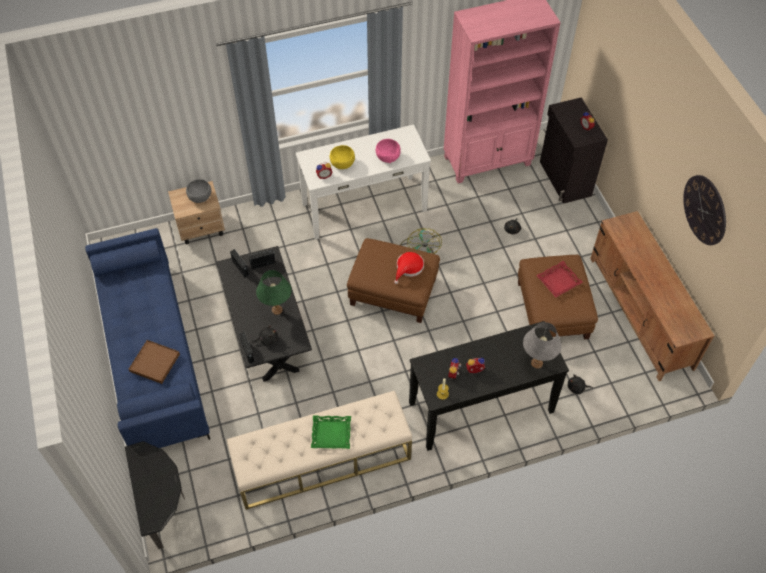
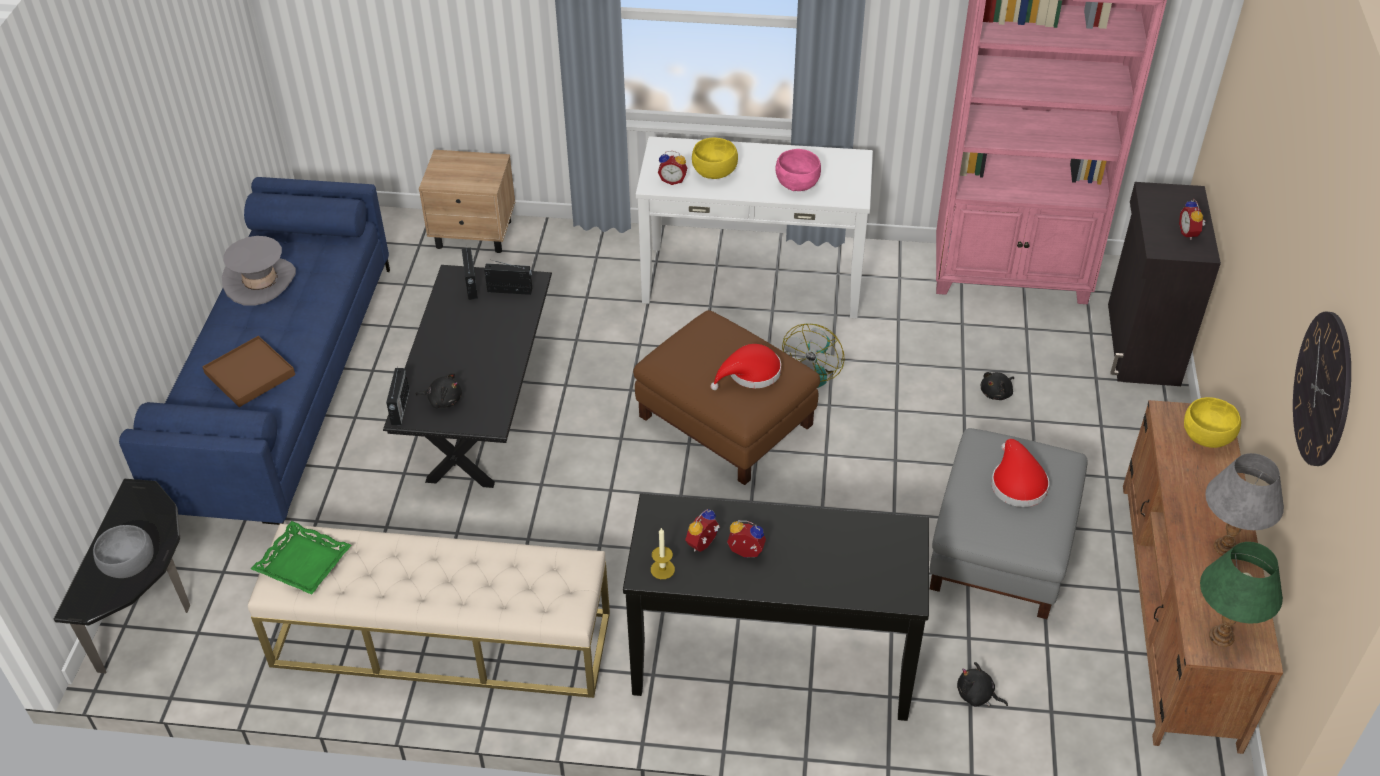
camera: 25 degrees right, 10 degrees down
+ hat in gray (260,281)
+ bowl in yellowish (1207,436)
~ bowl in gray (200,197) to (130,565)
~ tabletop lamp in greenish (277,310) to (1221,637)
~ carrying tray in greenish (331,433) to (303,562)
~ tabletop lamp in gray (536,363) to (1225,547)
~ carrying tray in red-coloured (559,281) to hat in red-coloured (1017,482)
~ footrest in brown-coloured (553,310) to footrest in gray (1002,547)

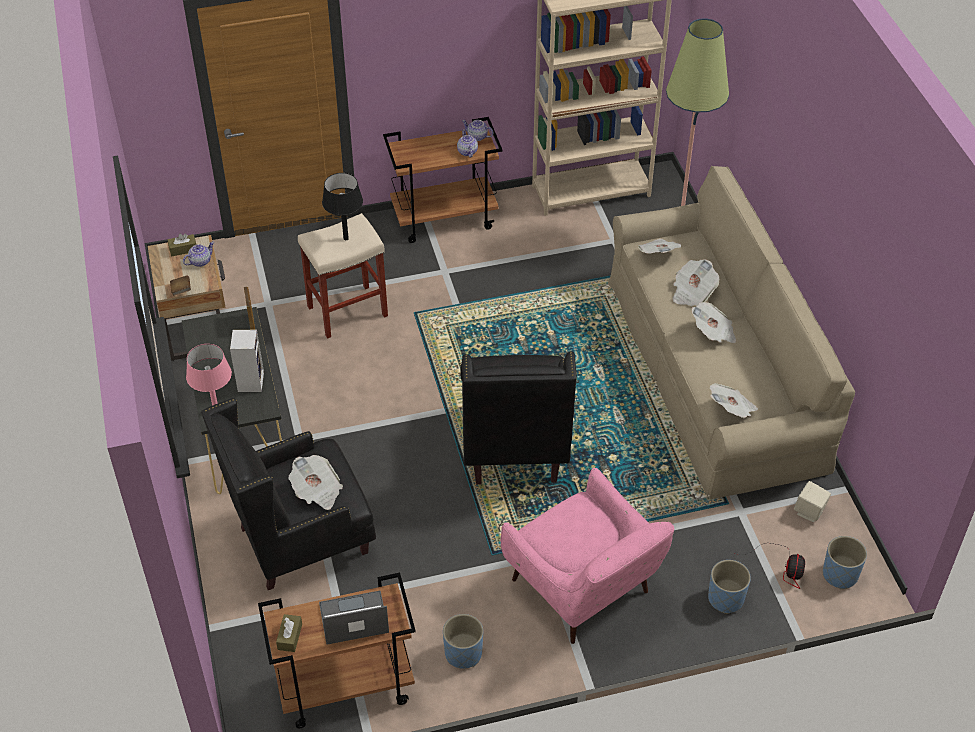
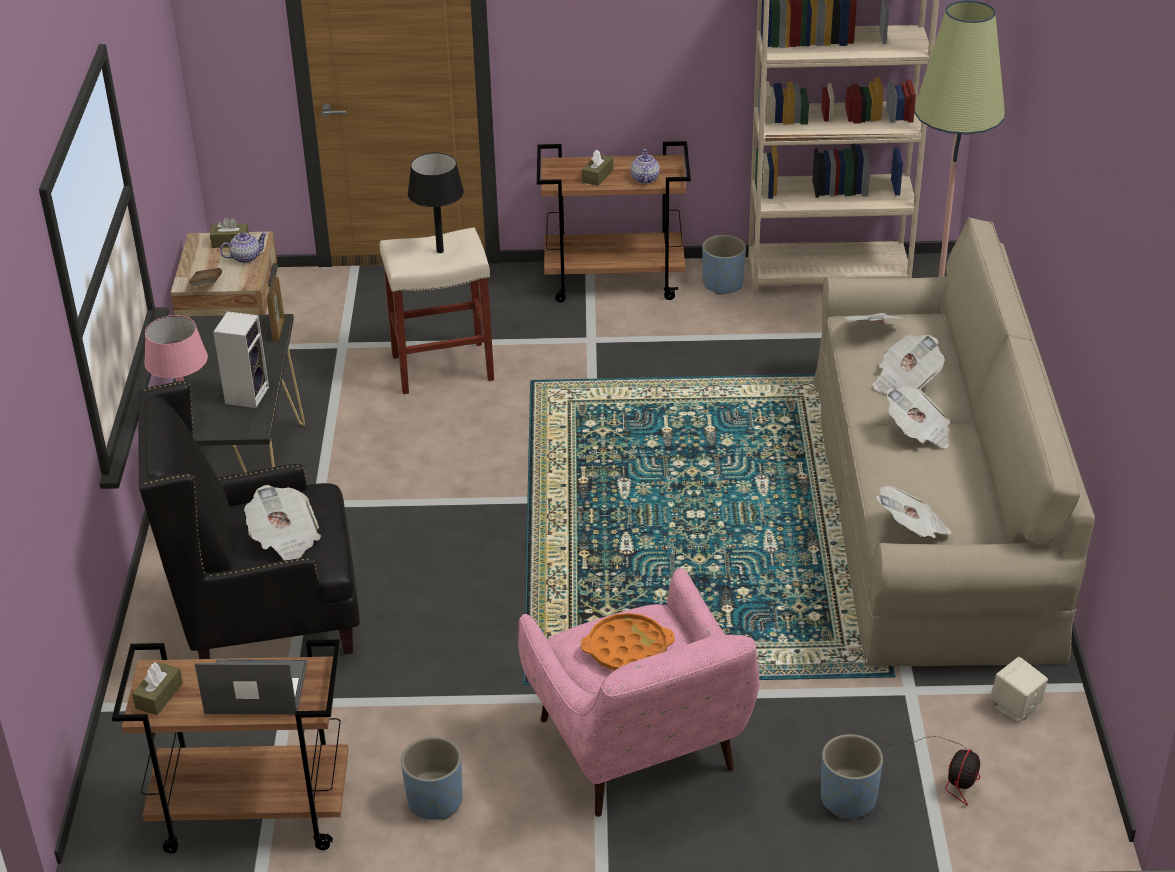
camera: 15 degrees right, 10 degrees down
- lounge chair in blackish (514,447)
- tea pot (477,137)
+ carrying tray in orangey (627,649)
+ tissue holder in brown-coloured (597,176)
~ flower pot in blue (840,574) to (723,284)

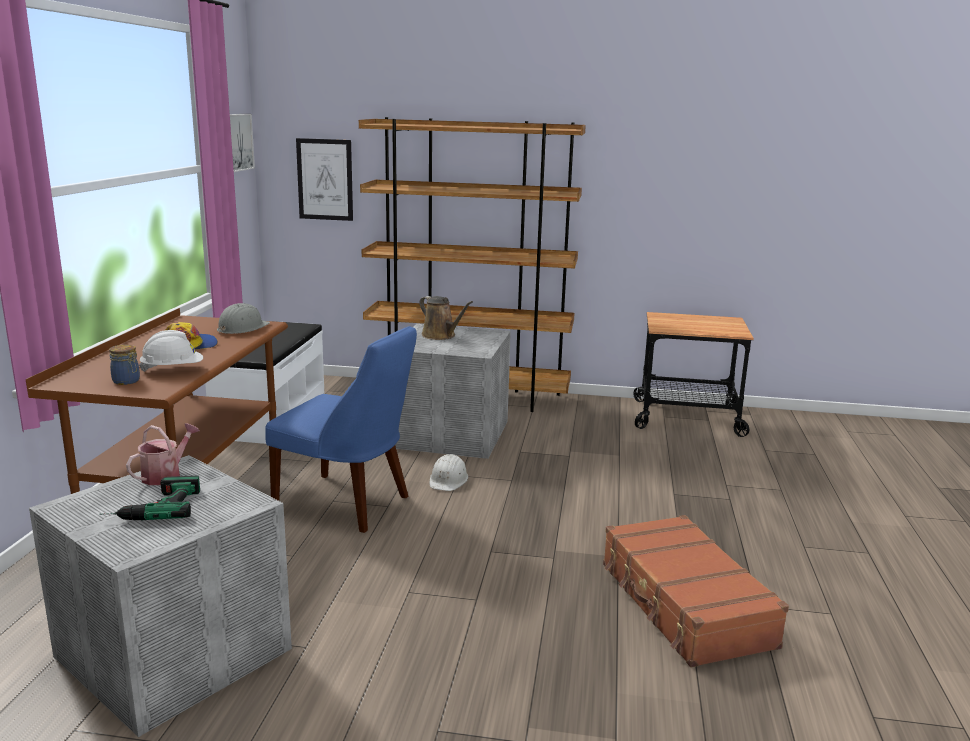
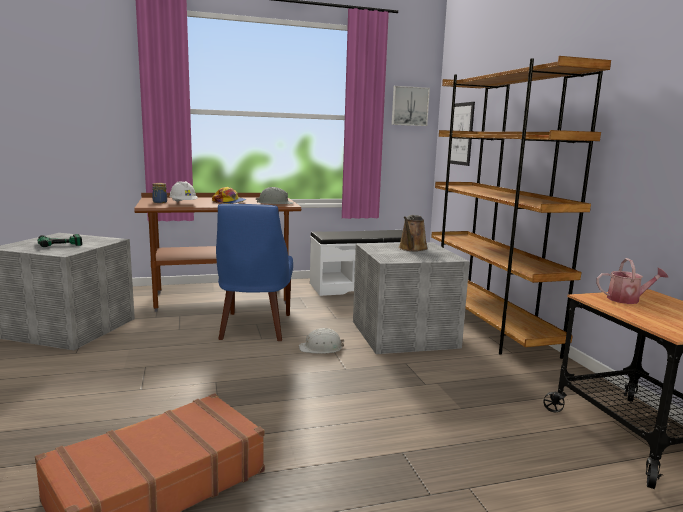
camera: 65 degrees right, 5 degrees down
~ watering can (165,475) to (627,299)

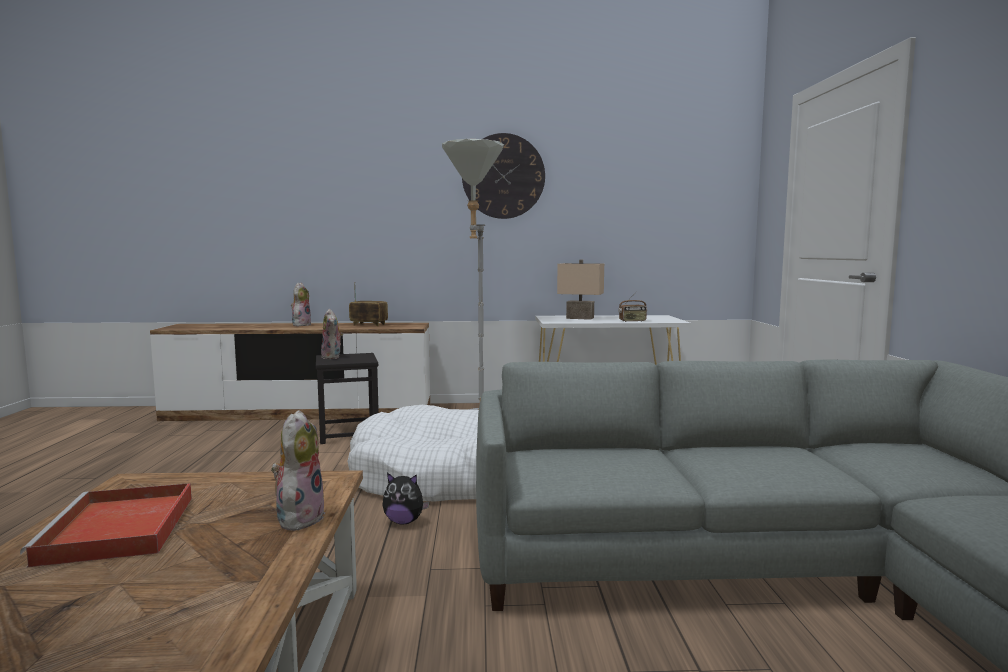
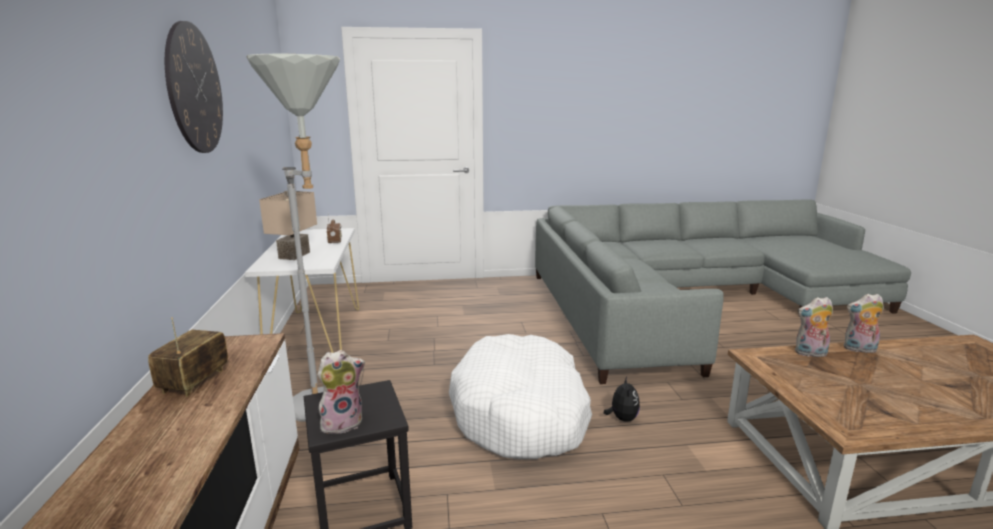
camera: 95 degrees left, 10 degrees up
- carrying tray in red-coloured (118,530)
~ cuddly toy (301,325) to (859,349)

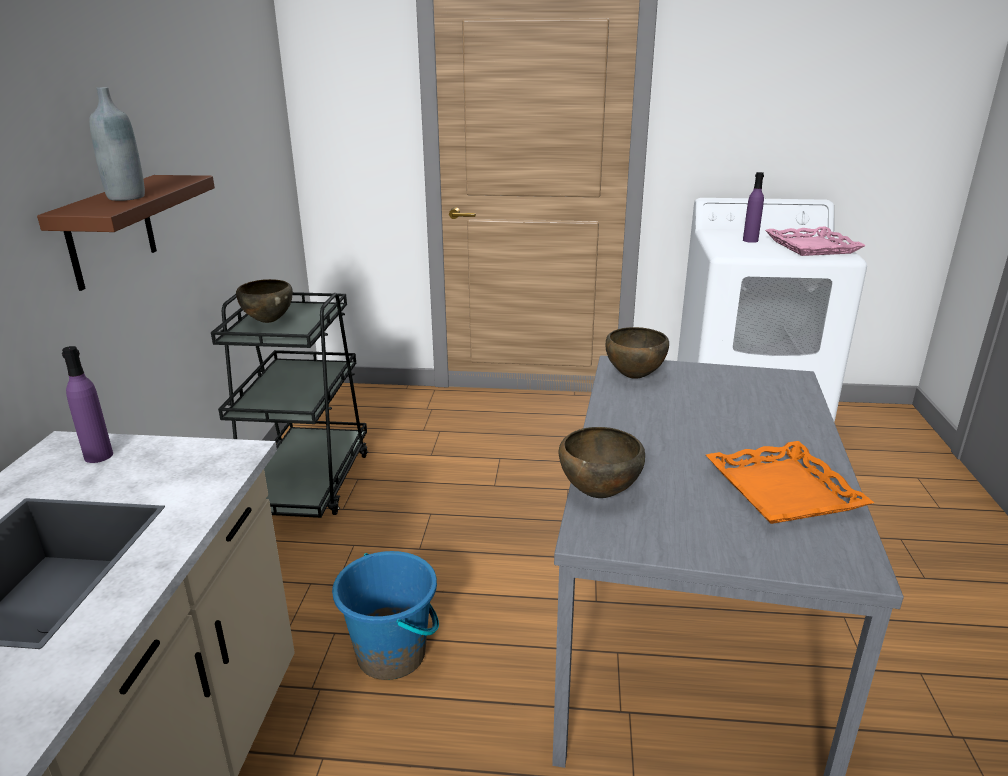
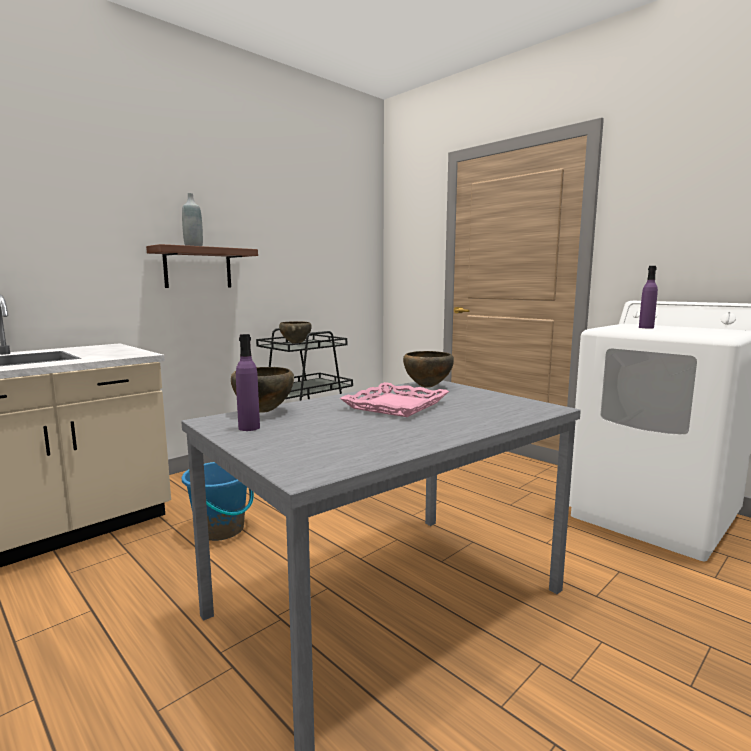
camera: 40 degrees right, 15 degrees down
- carrying tray in orangey (781,491)
~ bottle in purple-coloured (98,456) to (249,428)
~ carrying tray in pink (811,247) to (395,405)

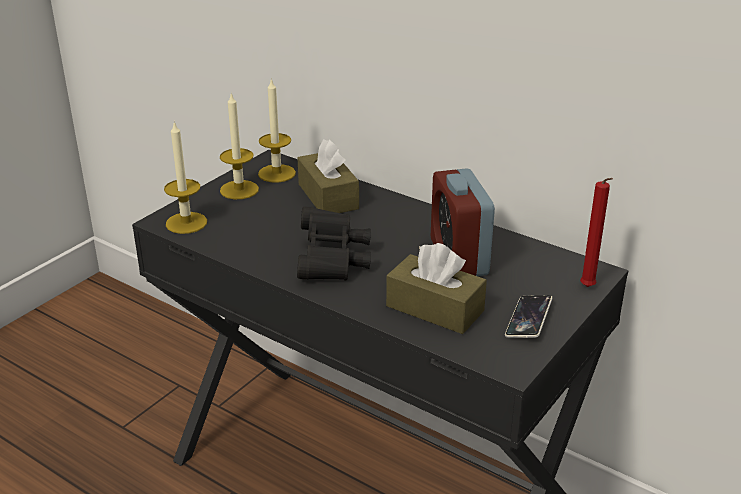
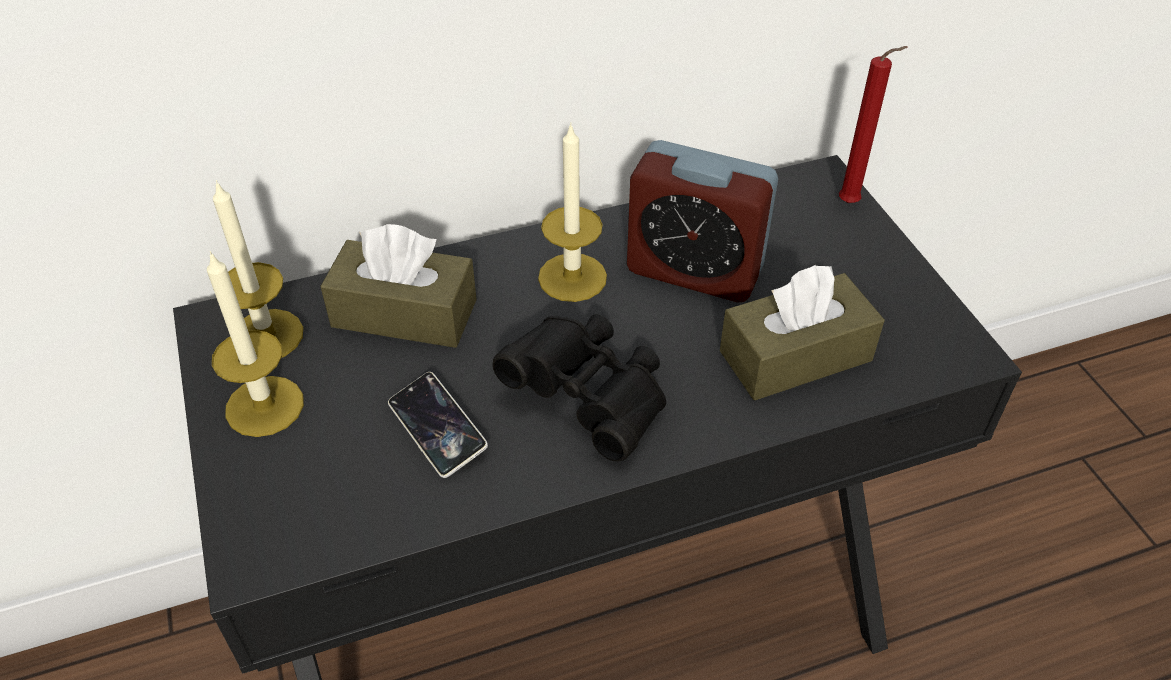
camera: 55 degrees left, 15 degrees up
~ wax candle (186,223) to (572,277)
~ phone (528,320) to (437,428)

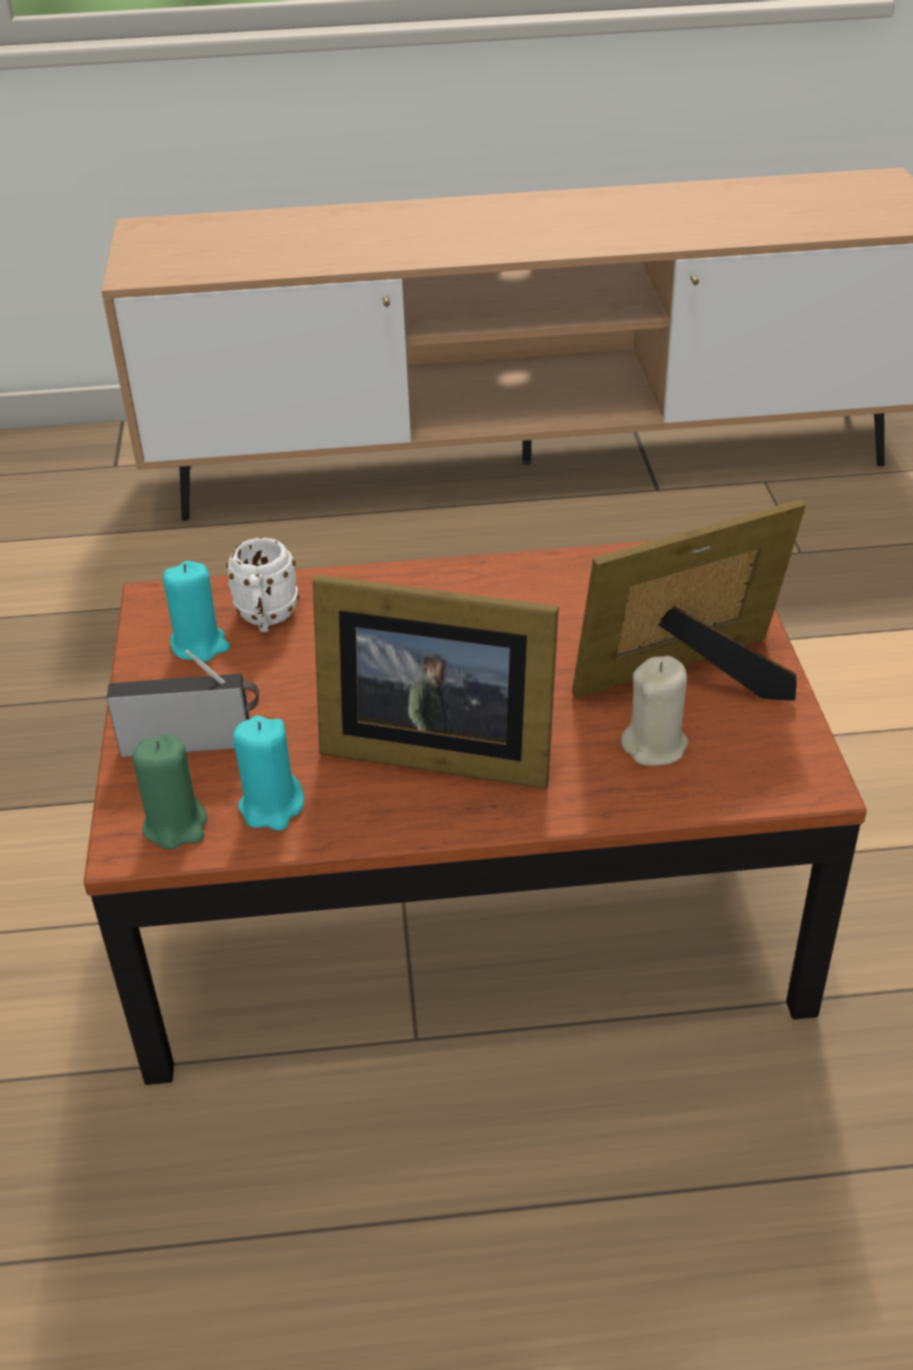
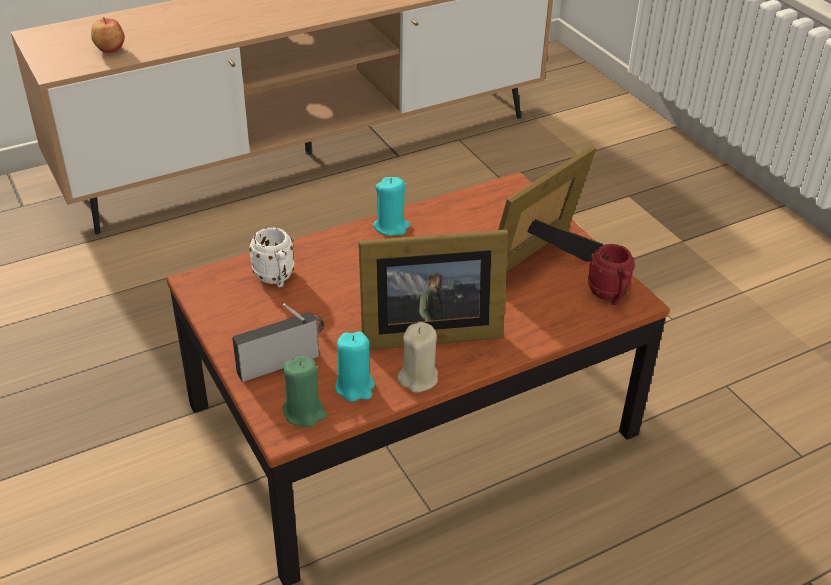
camera: 25 degrees left, 0 degrees up
+ apple fruit (109,49)
+ mug in red-coloured (610,296)
~ wax candle in turquoise (199,645) to (391,227)
~ wax candle in beige (655,746) to (418,378)

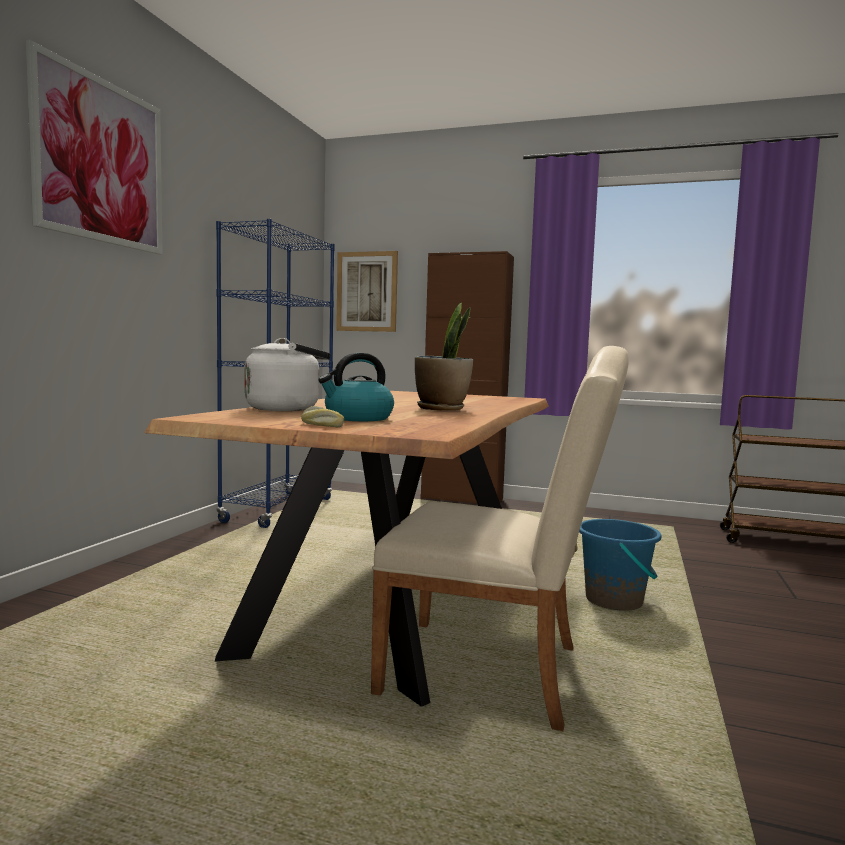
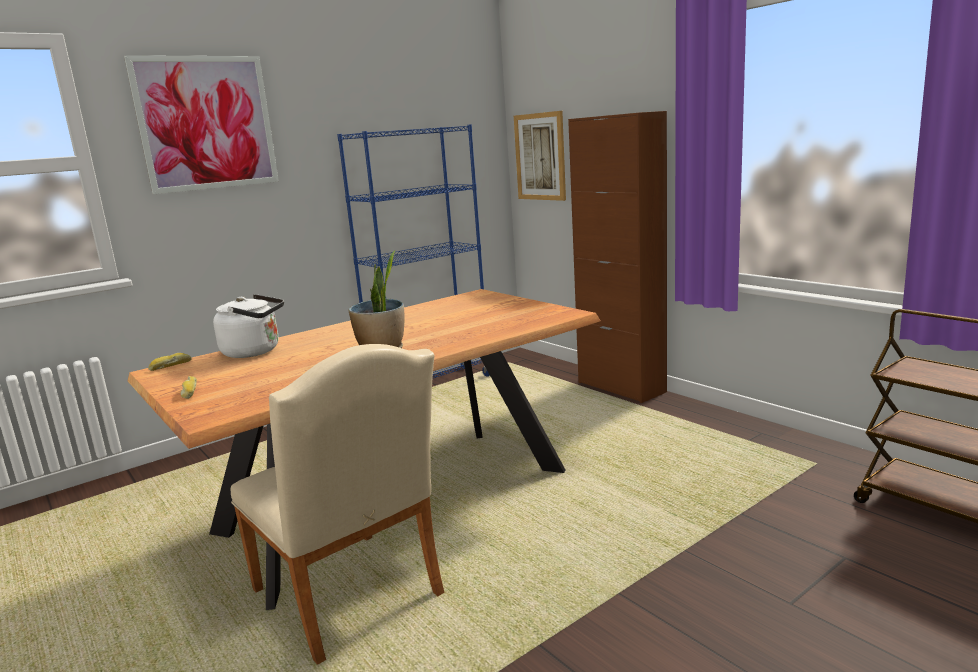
camera: 35 degrees right, 10 degrees up
- kettle (358,418)
- water bucket in blue (614,601)
+ bakery bread (170,366)

